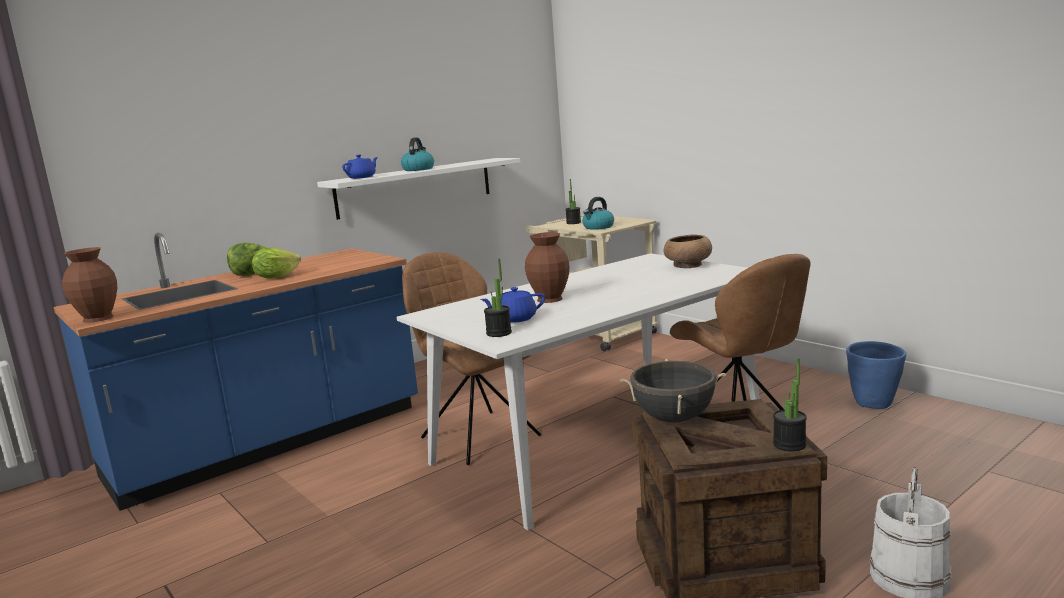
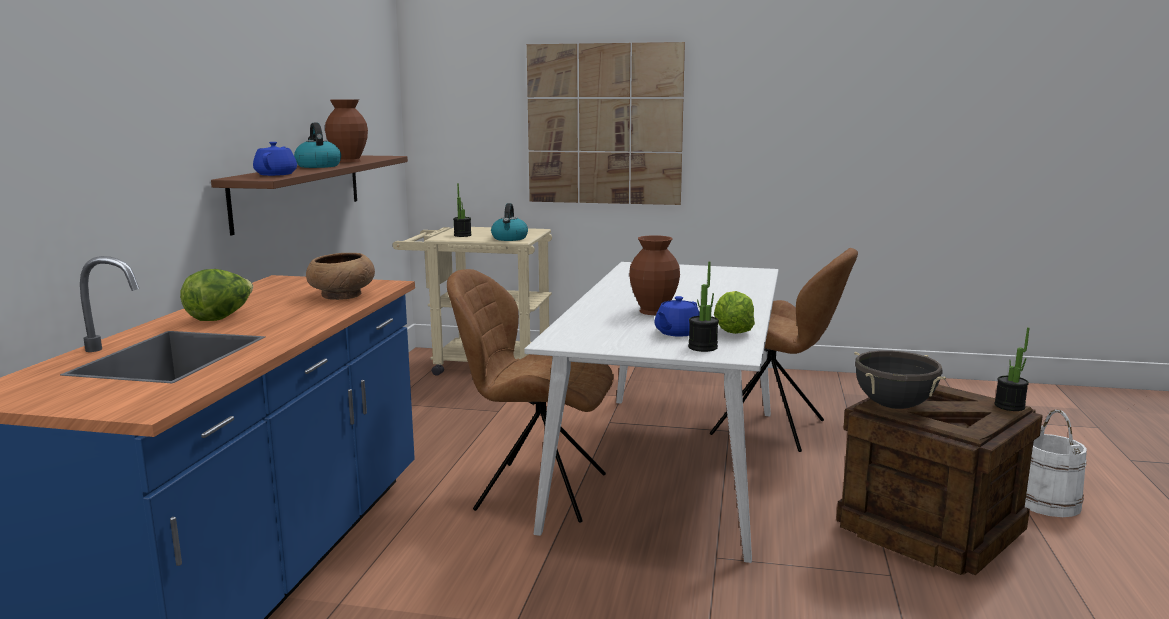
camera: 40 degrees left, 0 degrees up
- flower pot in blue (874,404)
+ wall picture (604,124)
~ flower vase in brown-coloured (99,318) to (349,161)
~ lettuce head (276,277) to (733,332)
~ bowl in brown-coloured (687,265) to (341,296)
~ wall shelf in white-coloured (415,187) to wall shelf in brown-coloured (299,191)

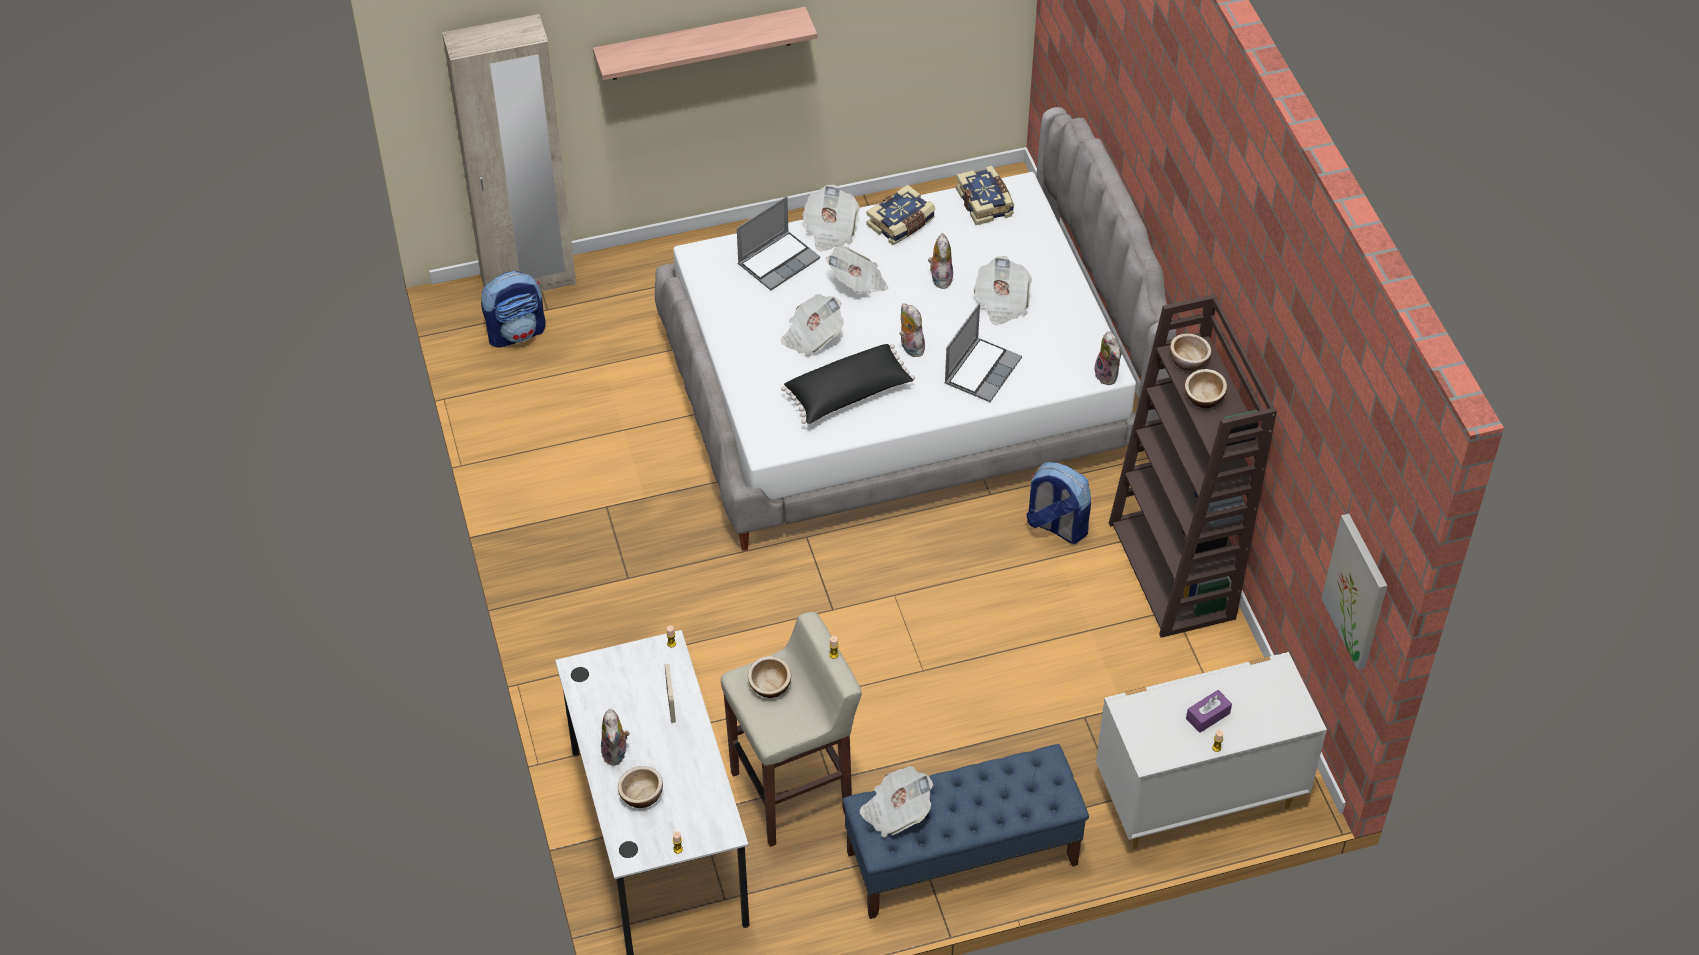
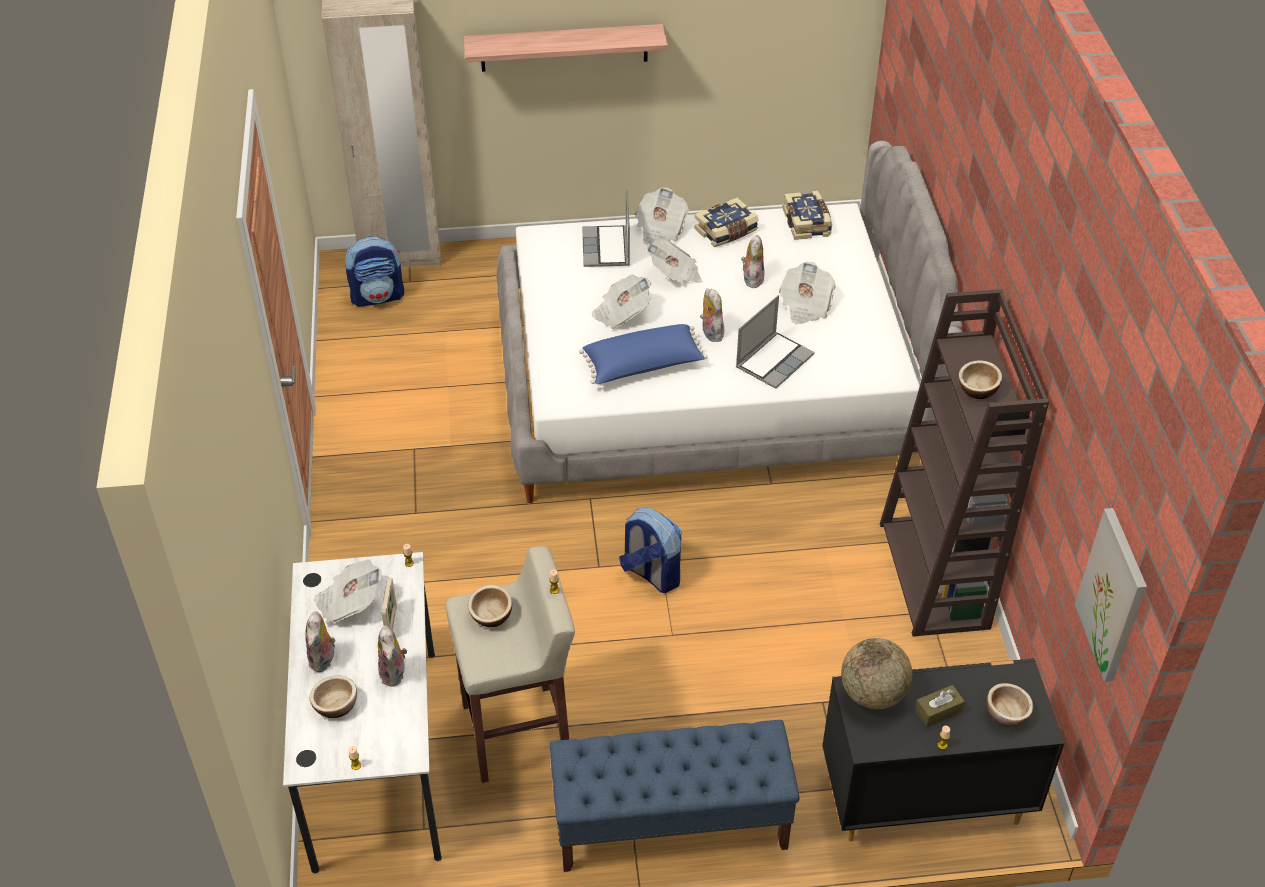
camera: 10 degrees right, 5 degrees down
+ desk globe (873,694)
~ newspaper (896,812) to (349,603)
~ backpack (1056,526) to (651,574)
~ cuddly toy (1108,375) to (395,674)
~ bowl (1188,360) to (1006,714)
~ throw pillow in blackish (849,395) to throw pillow in blue (643,366)
~ chest of drawers in white-coloured (1196,798) to chest of drawers in blackish (923,800)
~ tissue holder in purple-coloured (1208,716) to tissue holder in brown-coloured (938,711)
~ portable computer (778,261) = (607,248) 120 degrees clockwise

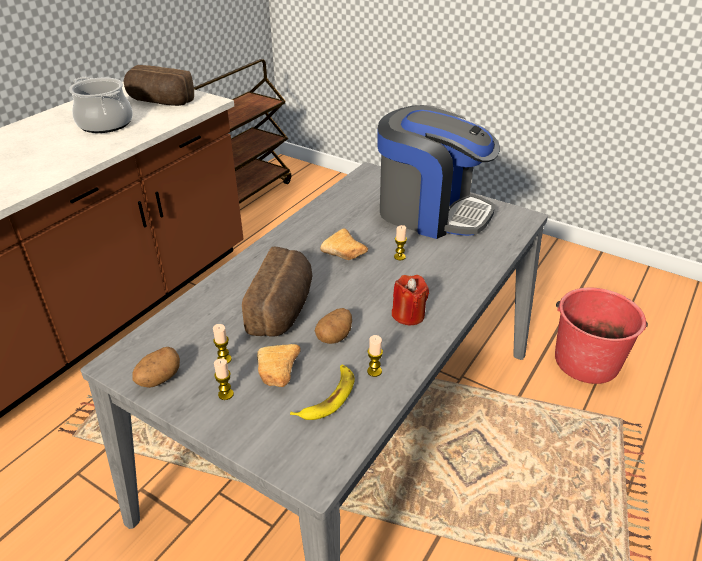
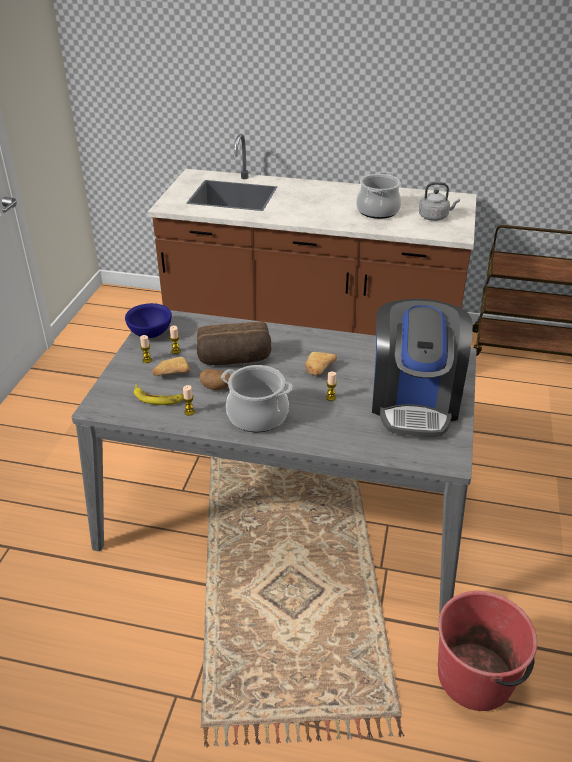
camera: 70 degrees right, 0 degrees up
~ bakery bread (159,102) to kettle in gray (435,217)
~ potato (159,379) to bowl in blue (150,334)
~ wax candle in red-coloured (408,315) to saucepot (257,416)

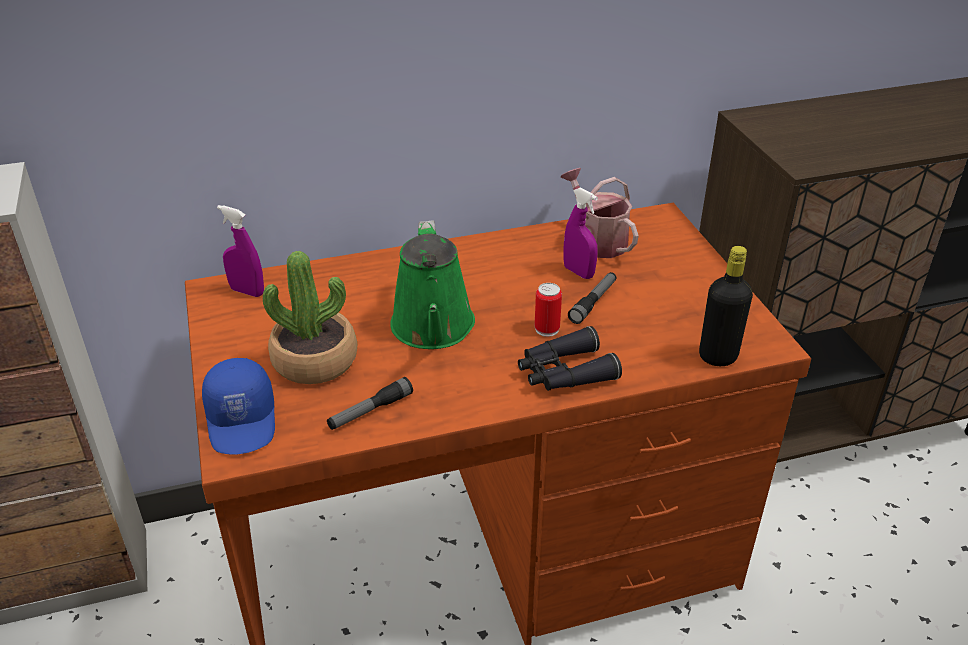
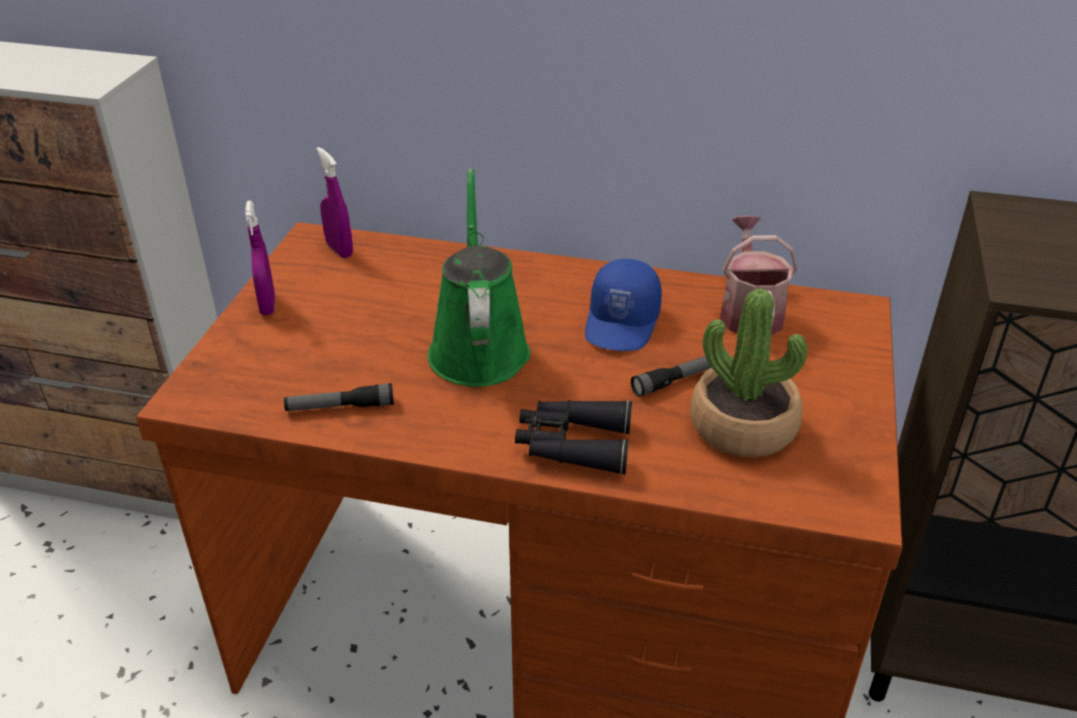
camera: 30 degrees right, 0 degrees up
- metal can (547,329)
- bottle in blackish (718,356)
~ cap in blue (243,420) to (623,323)
~ potted plant (315,360) to (743,426)
~ spray bottle in purple-coloured (578,272) to (267,305)
~ watering can in greenish (433,329) = (478,347) 150 degrees clockwise

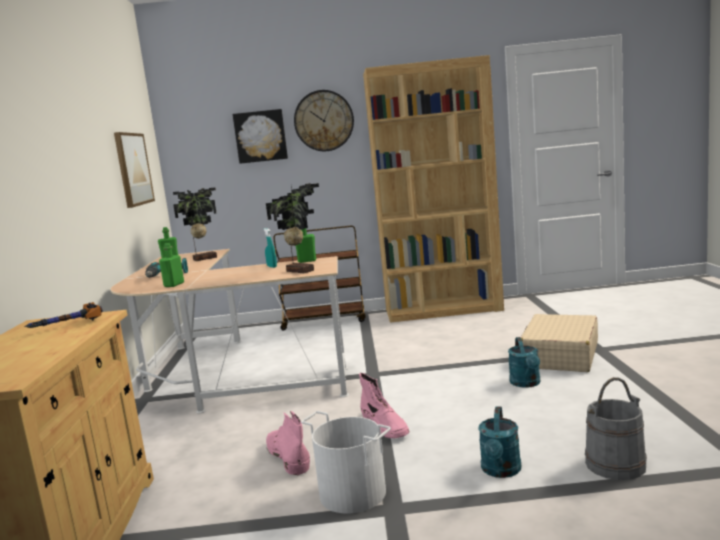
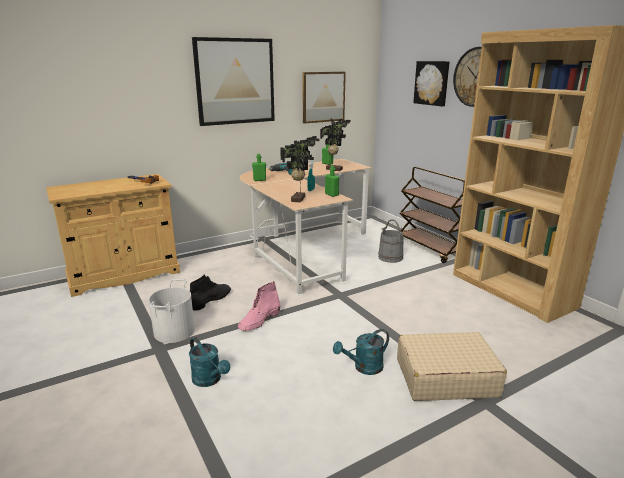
camera: 60 degrees right, 10 degrees up
+ wall picture (235,81)
~ water bucket in gray (615,464) to (390,257)
~ tall boot in pink (287,456) to tall boot in blackish (211,299)
~ watering can in turquoise (500,471) = (209,380) 120 degrees counterclockwise

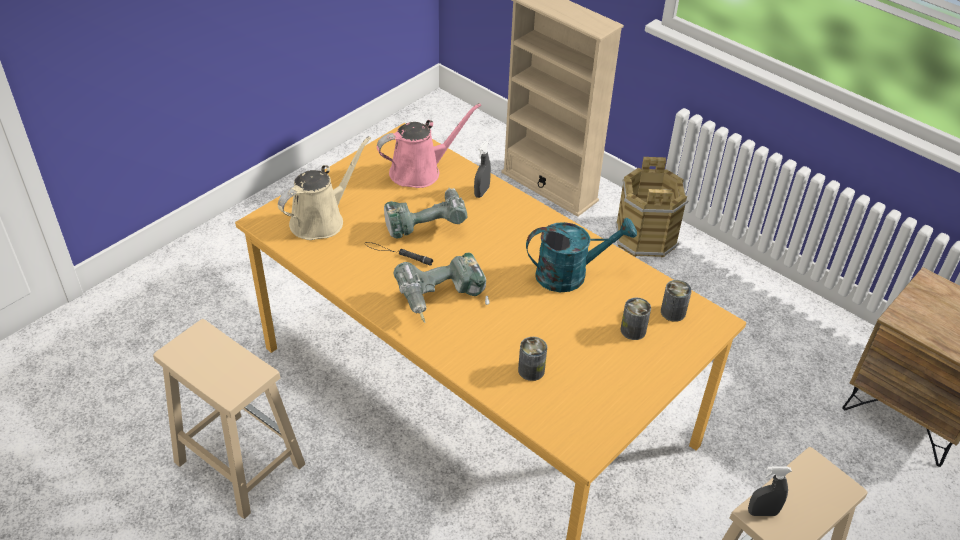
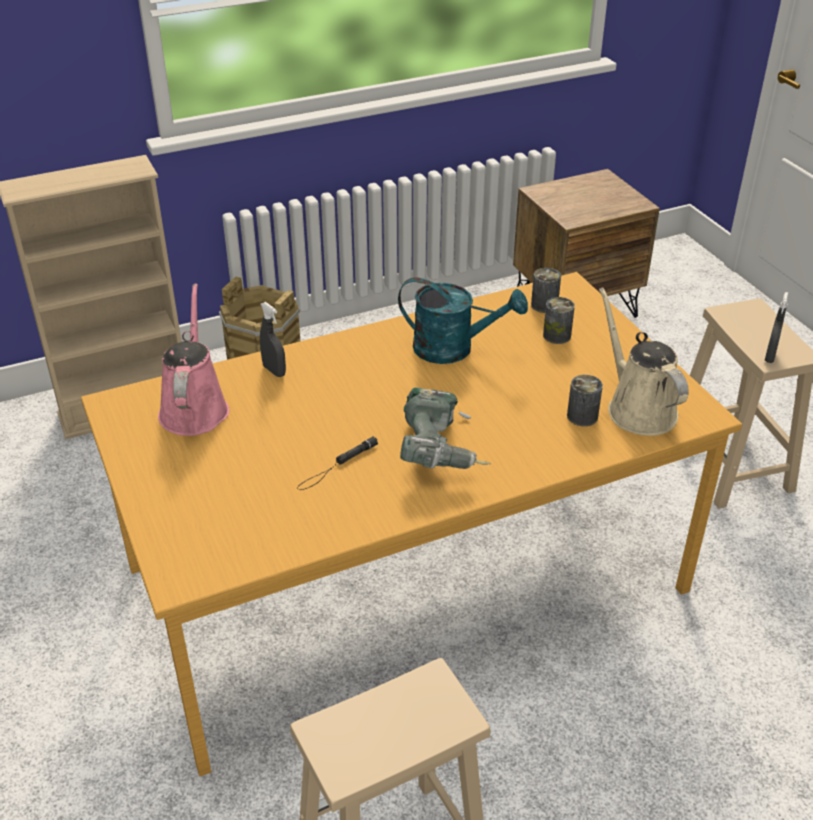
camera: 65 degrees left, 5 degrees down
- drill (424,223)
~ watering can in beige (321,220) to (637,408)
~ watering can in turquoise (570,274) = (454,349) 90 degrees clockwise

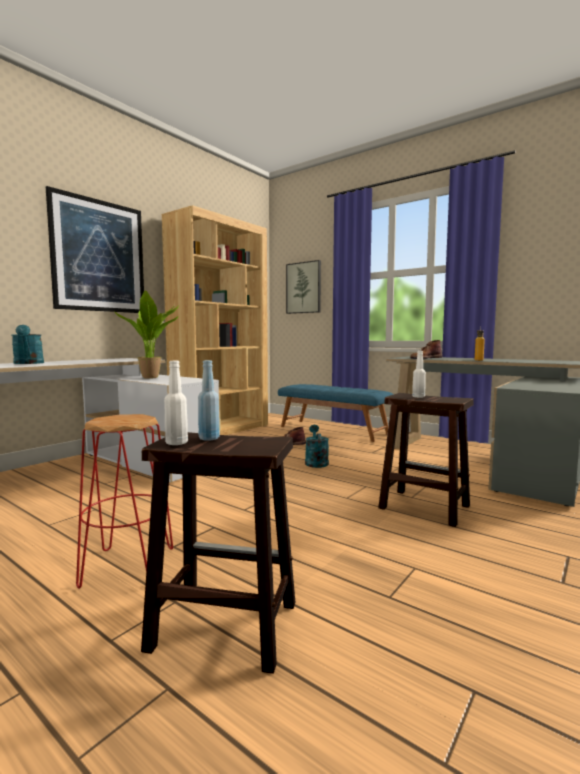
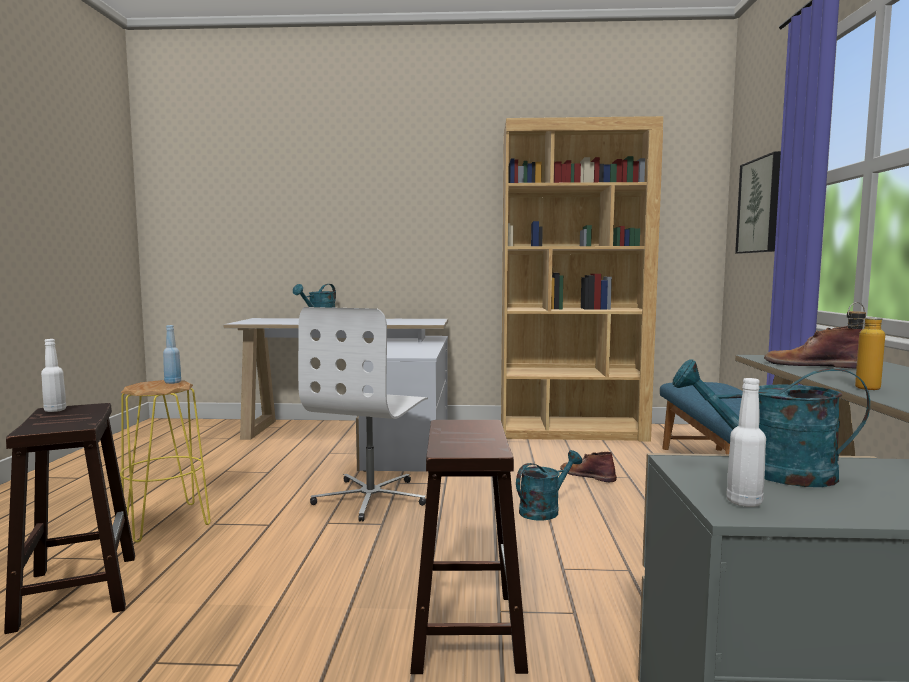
camera: 55 degrees right, 0 degrees up
- wall picture (99,256)
- potted plant (153,378)
+ desk chair in white-coloured (371,498)
+ watering can in turquoise (771,471)
~ bottle in blue (209,438) to (173,382)
~ bottle in white-coloured (418,397) to (744,502)
~ sitting stool in red-coloured (127,567) to sitting stool in yellowish (165,522)

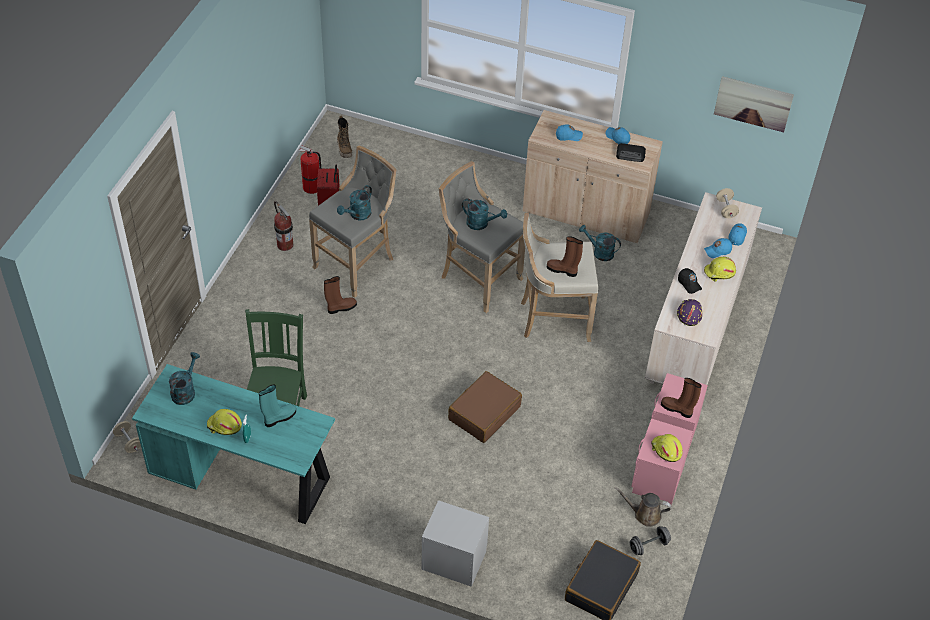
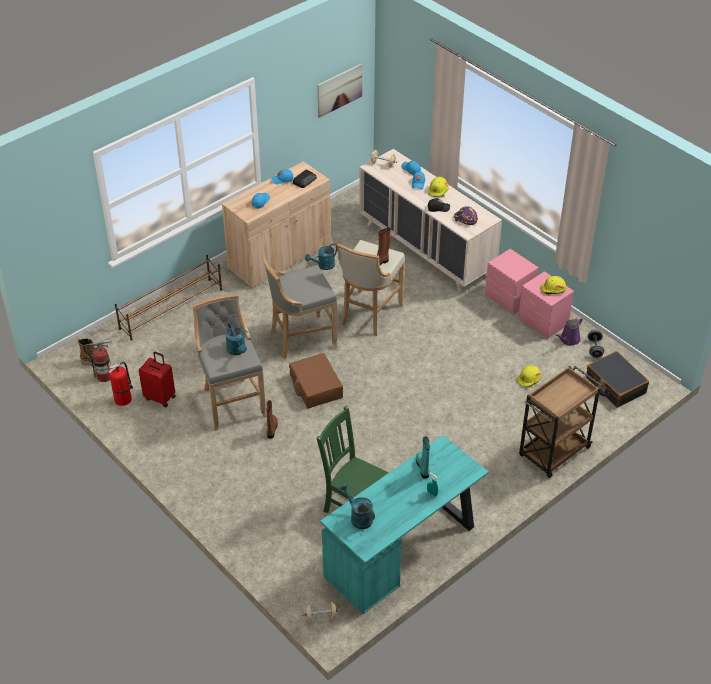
camera: 60 degrees left, 5 degrees down
- watering can in turquoise (481,224)
- tall boot in brown-coloured (677,409)
+ shoe rack in brown-coloured (172,309)
~ safety helmet in yellowish (224,426) to (529,380)
~ fire extinguisher (285,244) to (104,376)
~ suitcase in brown-coloured (484,413) to (315,387)
~ nightstand in gray (454,560) to trolley in brown-coloured (553,452)
~ watering can in brown-coloured (644,514) to watering can in purple-coloured (568,340)

